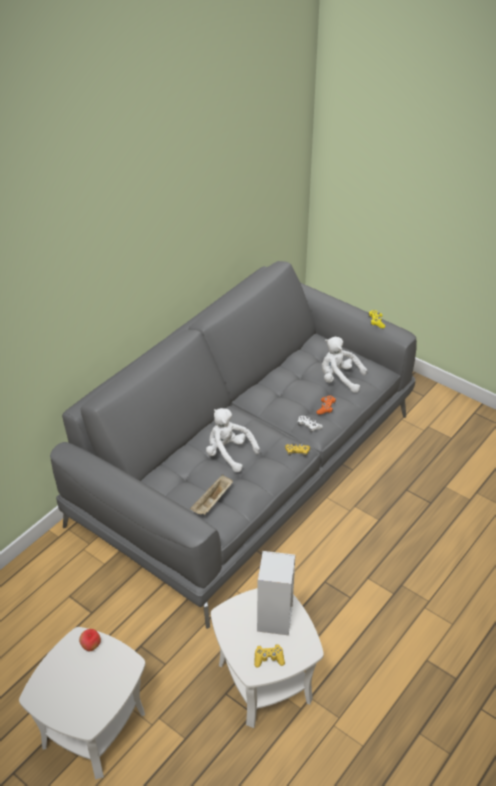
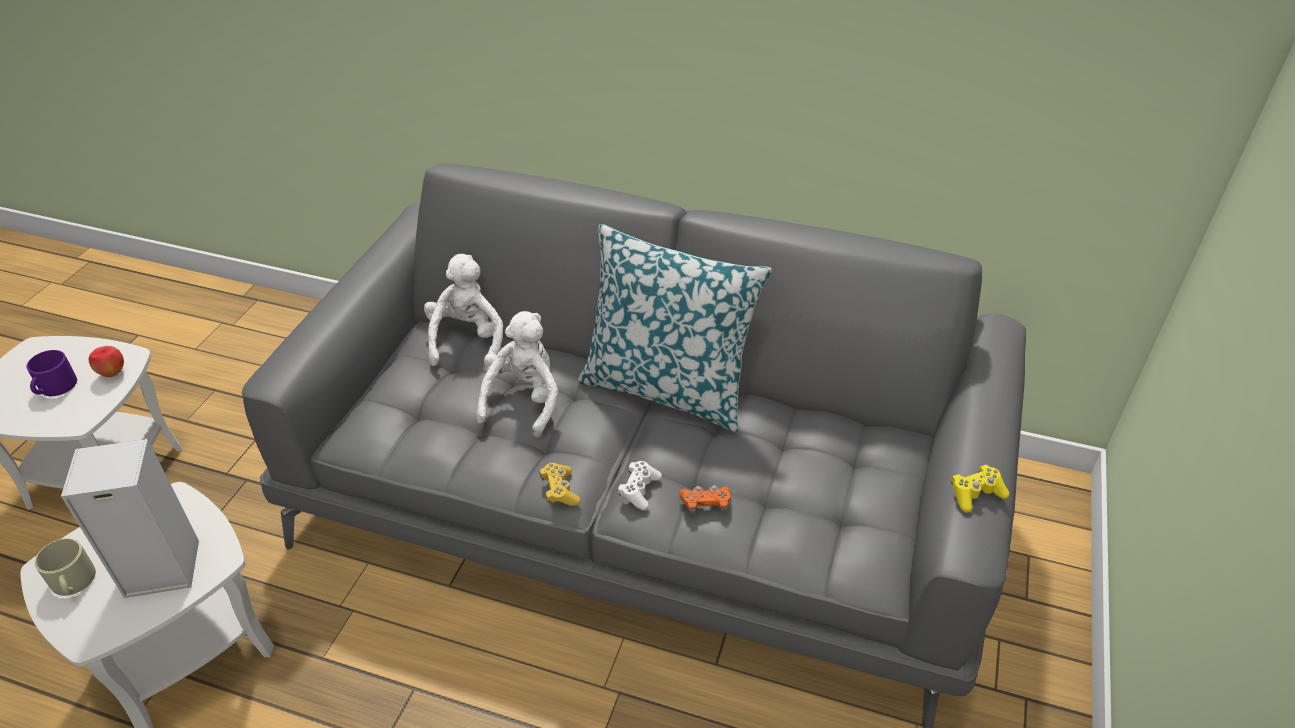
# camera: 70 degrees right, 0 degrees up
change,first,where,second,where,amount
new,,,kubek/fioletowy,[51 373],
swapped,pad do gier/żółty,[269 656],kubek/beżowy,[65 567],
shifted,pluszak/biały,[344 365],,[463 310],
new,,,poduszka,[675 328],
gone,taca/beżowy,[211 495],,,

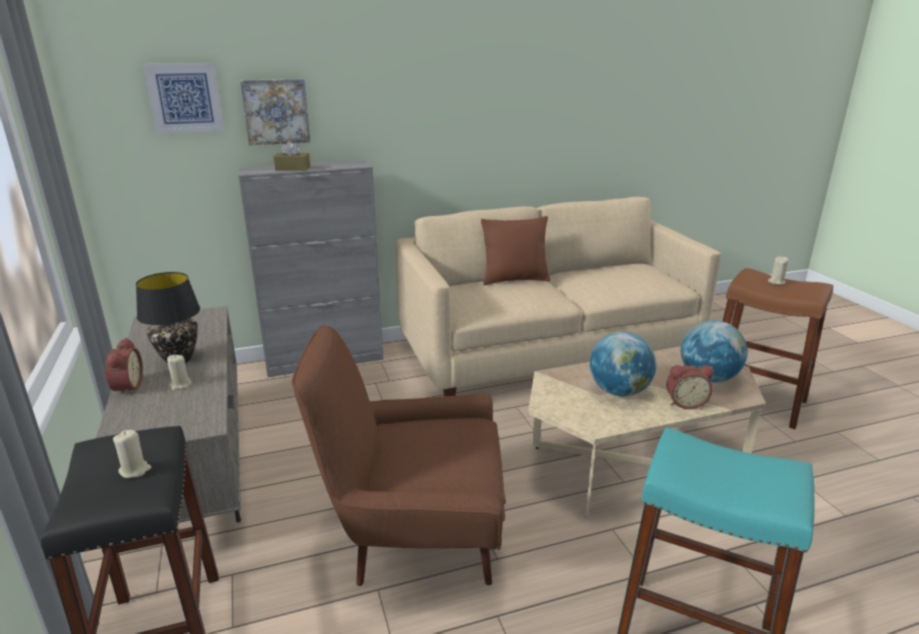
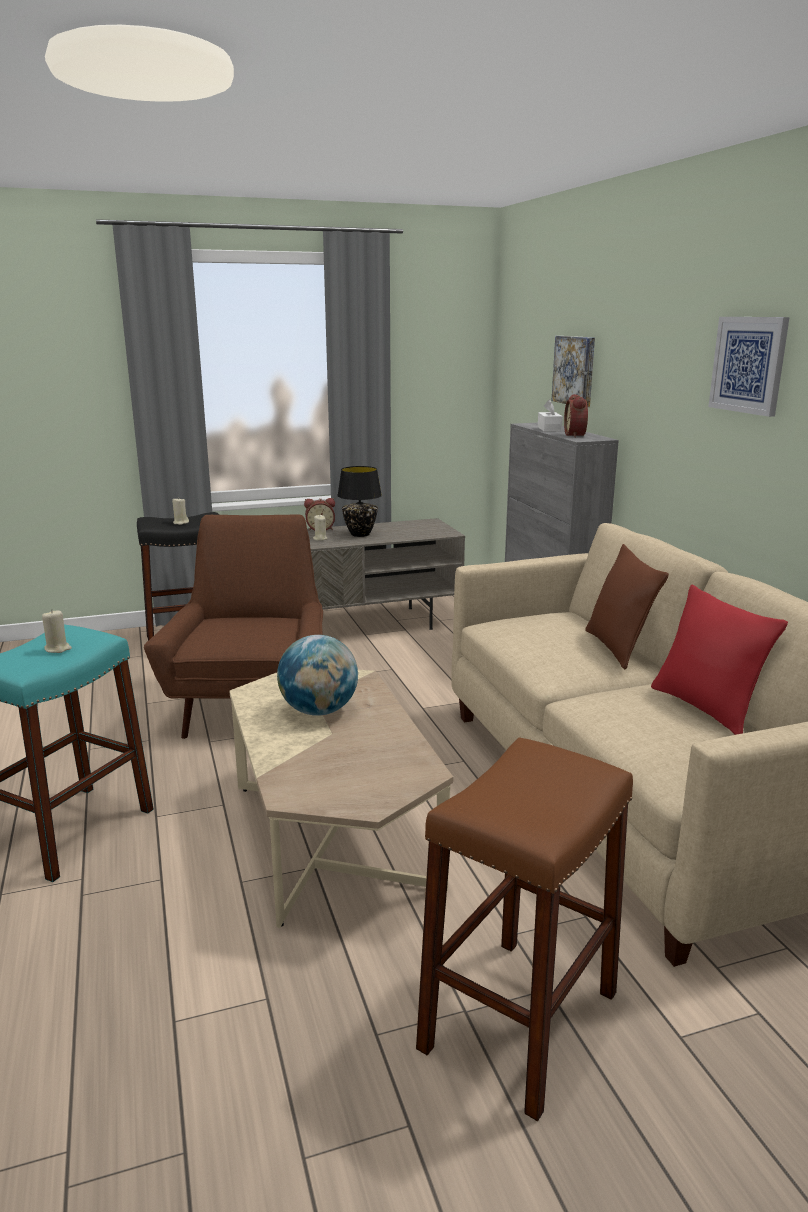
# camera: 90 degrees right, 5 degrees down
change,first,where,second,where,amount
shifted,świeca/beżowy,[778 270],,[57 631],
repainted,pudełko chusteczek/brązowy,[292 156],pudełko chusteczek/biały,[550 415],
shifted,budzik,[690 387],,[576 415],
new,,,poduszka/czerwony,[719 659],
shifted,obraz,[183 98],,[749 367],
gone,globus,[714 351],,,

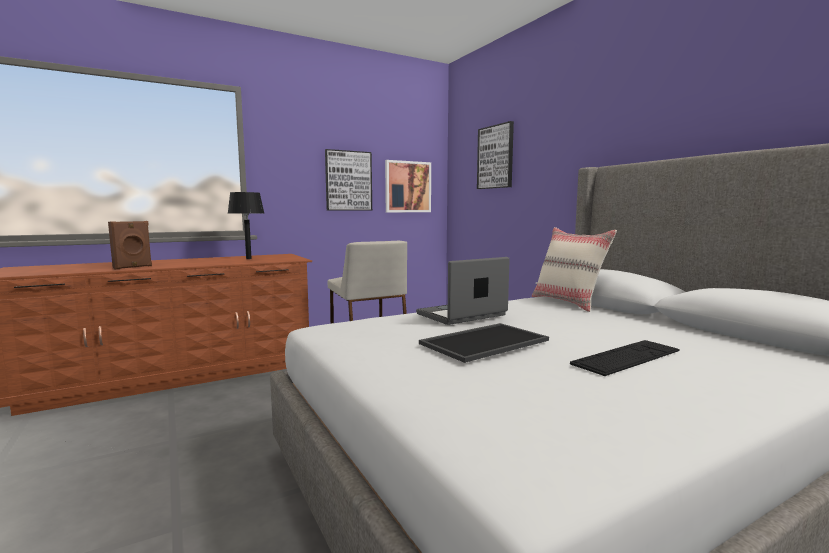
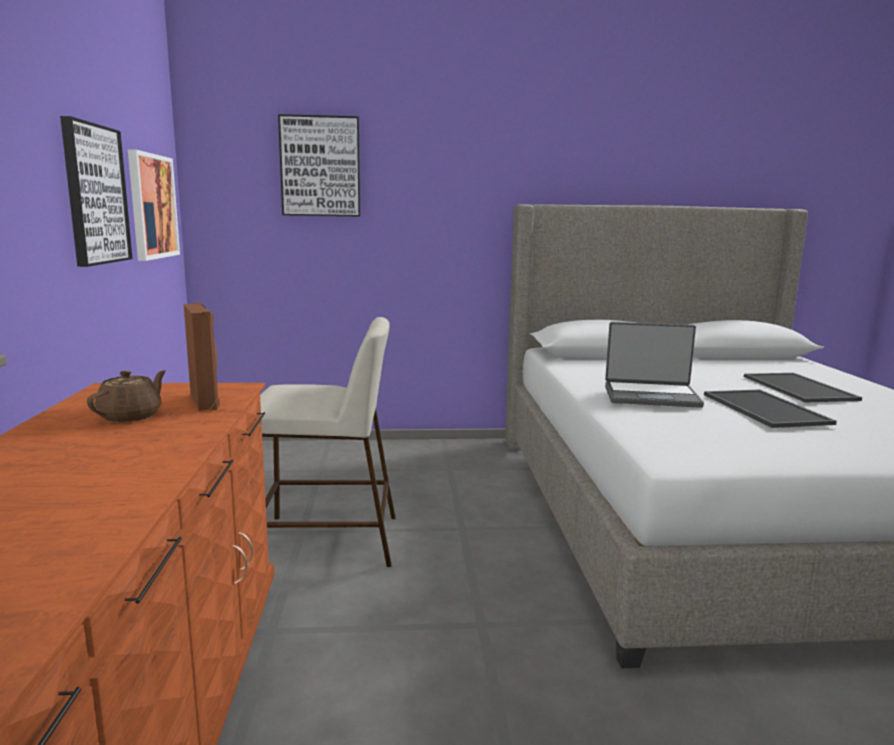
# camera: 65 degrees left, 5 degrees up
change,first,where,second,where,amount
swapped,lampa stołowa/czarny,[246 225],imbryk/brązowy,[126 396],
shifted,głośnik/brązowy,[130 245],,[202 357],
rotated,laptop,[463 291],,[654 365],75 degrees counterclockwise
swapped,klawiatura,[625 358],taca,[803 388],
gone,poduszka/beżowy,[574 269],,,

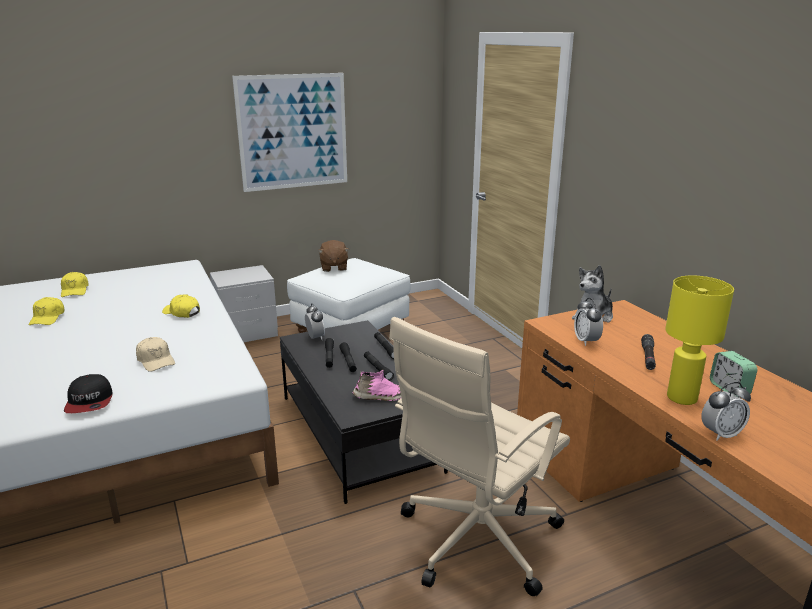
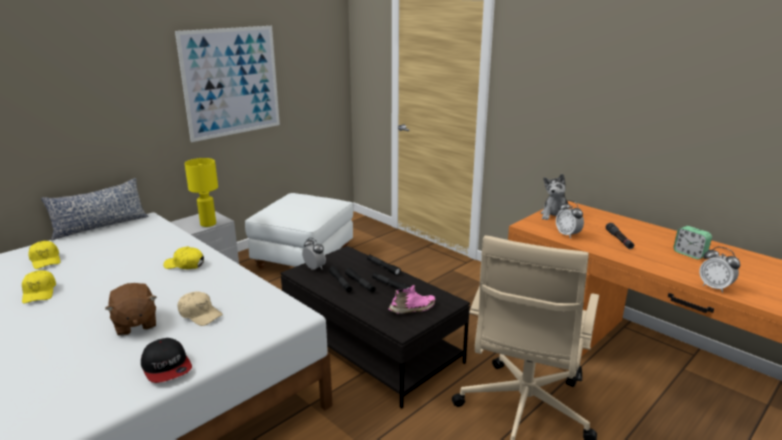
# camera: 20 degrees left, 0 degrees up
change,first,where,second,where,amount
new,,,poduszka,[94 209],
shifted,pluszak/brązowy,[333 256],,[131 309],
shifted,lampa stołowa/żółty,[699 340],,[201 192],
rotated,budzik,[726 411],,[719 270],90 degrees clockwise

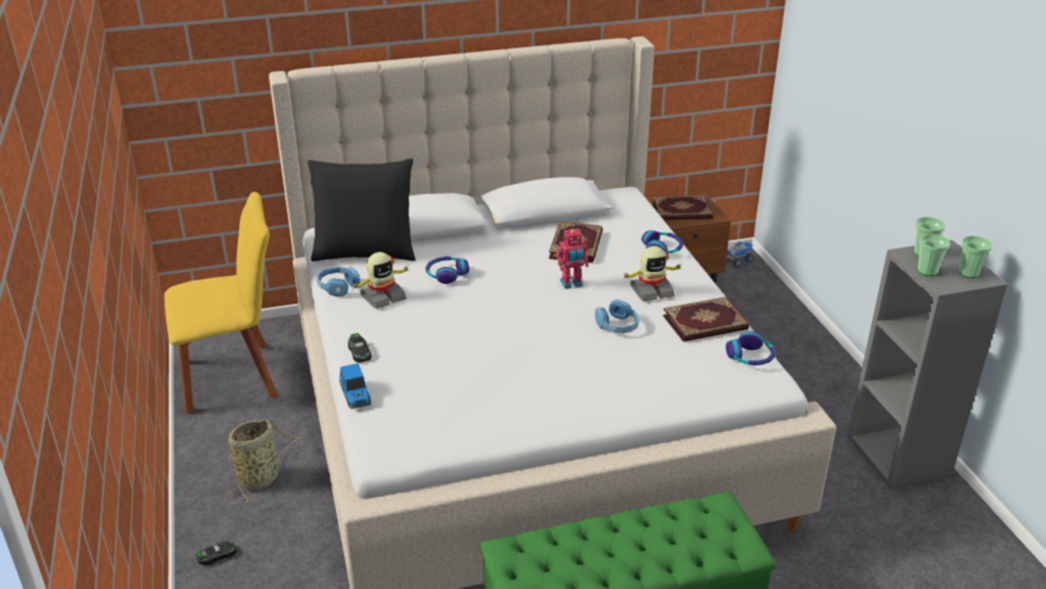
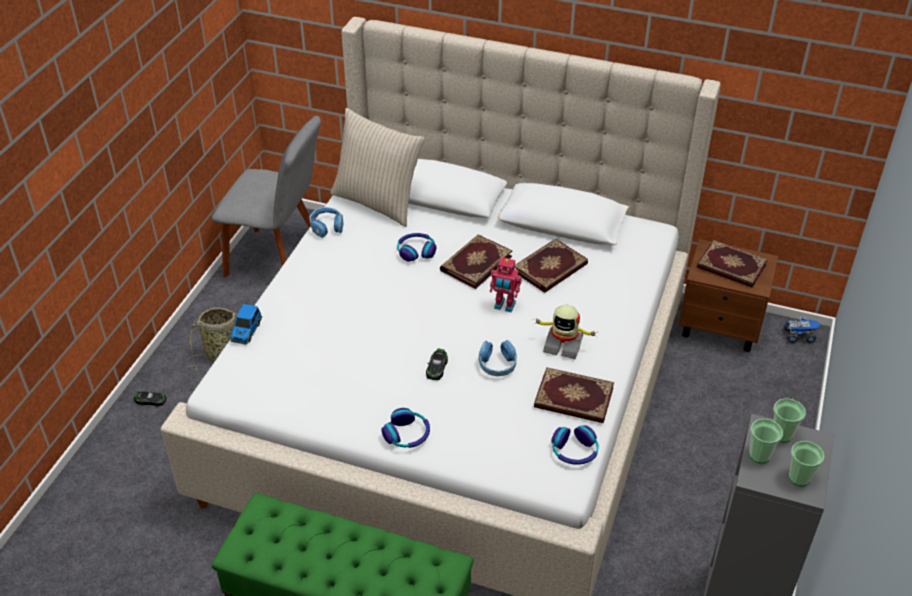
# camera: 35 degrees right, 10 degrees up
change,first,where,second,where,amount
repainted,krzesło/żółty,[221 303],krzesło/szary,[266 196],
repainted,poduszka/czarny,[361 209],poduszka/beżowy,[377 167],
shifted,słuchawki,[662 242],,[405 428],
shifted,samochodzik,[360 348],,[437 364],
new,,,książka,[476 261],
gone,robot zabawkowy,[380 280],,,

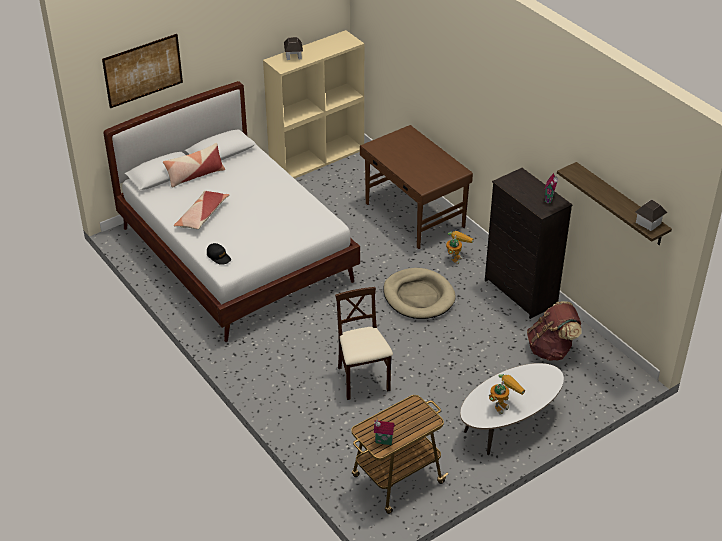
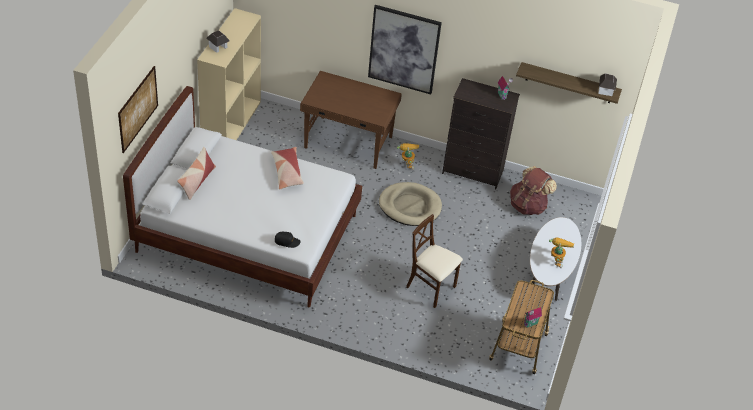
# camera: 40 degrees left, 5 degrees up
change,first,where,second,where,amount
shifted,poduszka,[202 210],,[287 168],
new,,,obraz,[405 49],

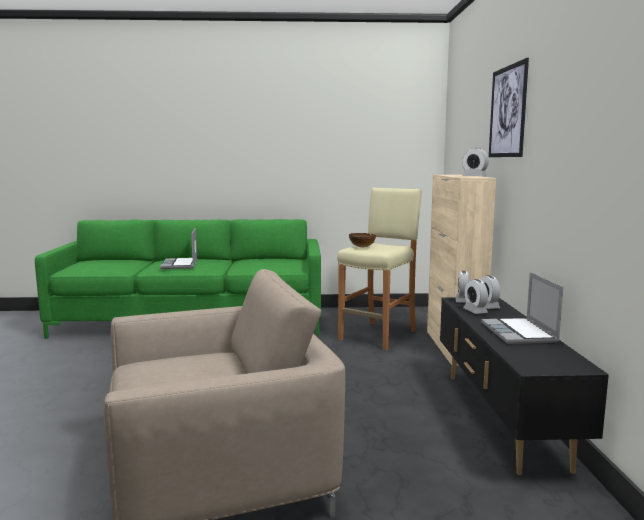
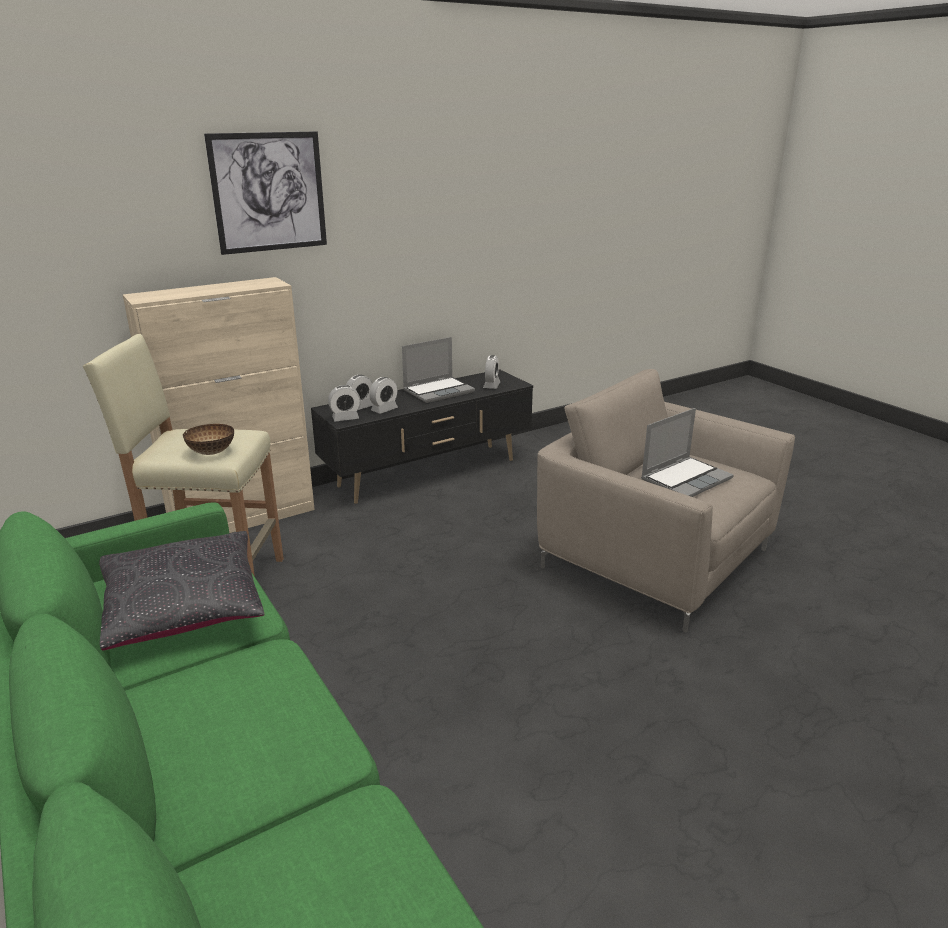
# camera: 120 degrees left, 15 degrees up
change,first,where,second,where,amount
new,,,poduszka/czarny,[182 591],
shifted,budzik,[475 162],,[491 372],
shifted,laptop,[178 248],,[687 452],

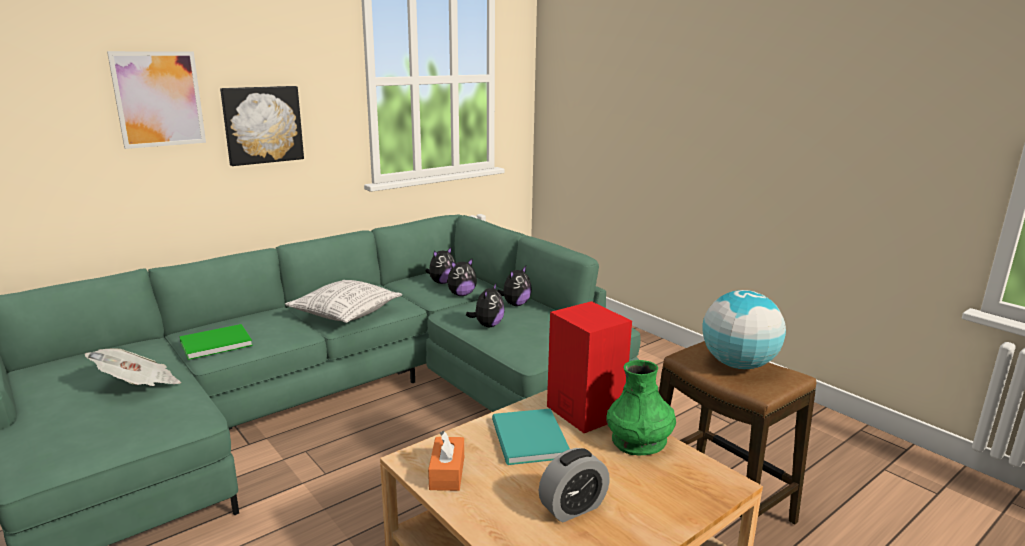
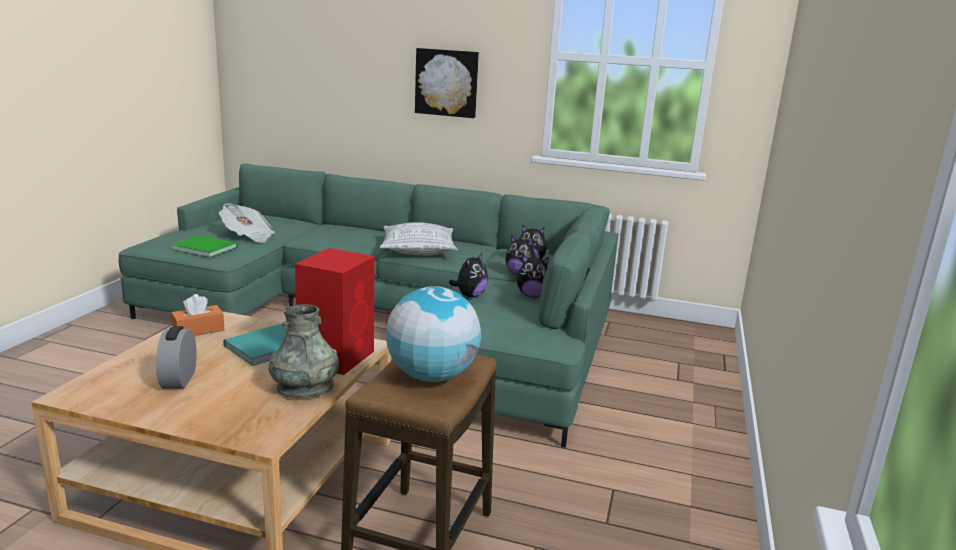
# camera: 55 degrees right, 0 degrees up
change,first,where,second,where,amount
rotated,budzik,[574 485],,[176 357],60 degrees clockwise
shifted,książka/zielony,[216 342],,[204 246],
repainted,wazon/zielony,[641 407],wazon/szary,[304 351],
rotated,pluszak,[485 304],,[468 274],45 degrees counterclockwise
gone,obraz,[156 100],,,

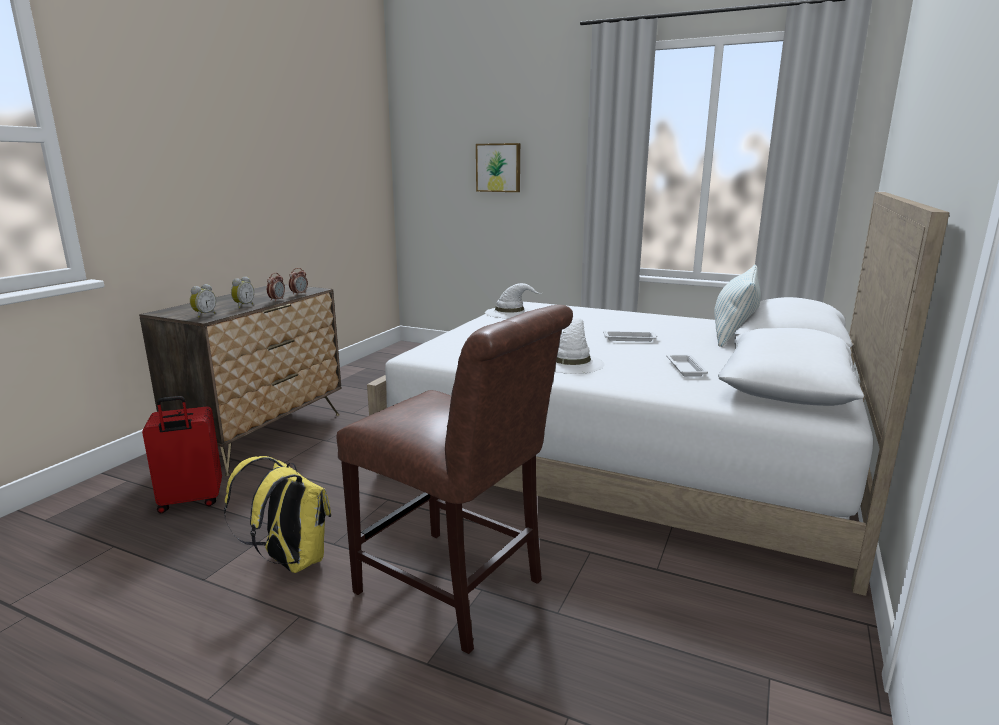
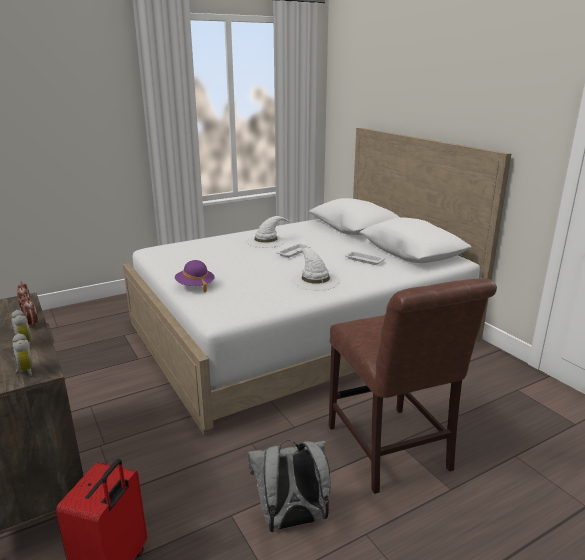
# camera: 55 degrees left, 5 degrees up
change,first,where,second,where,amount
new,,,kapelusz/fioletowy,[195 276],
shifted,kapelusz/biały,[513 300],,[268 232],
repainted,plecak/żółty,[277 514],plecak/szary,[288 486],
rotated,krzesło/brązowy,[454 479],,[413 386],90 degrees clockwise
gone,obraz,[498 167],,,
gone,poduszka,[737 306],,,

